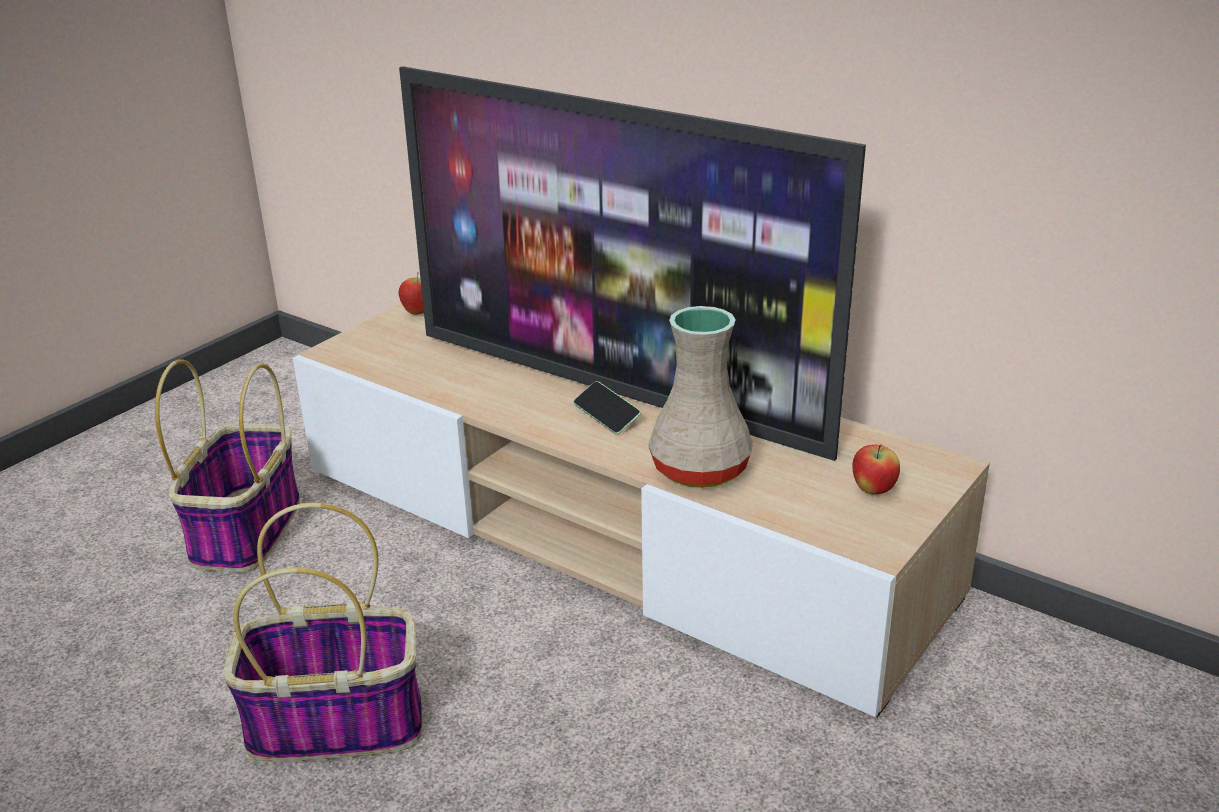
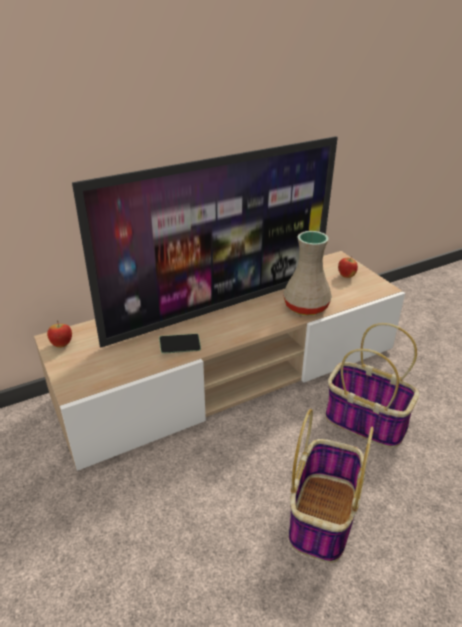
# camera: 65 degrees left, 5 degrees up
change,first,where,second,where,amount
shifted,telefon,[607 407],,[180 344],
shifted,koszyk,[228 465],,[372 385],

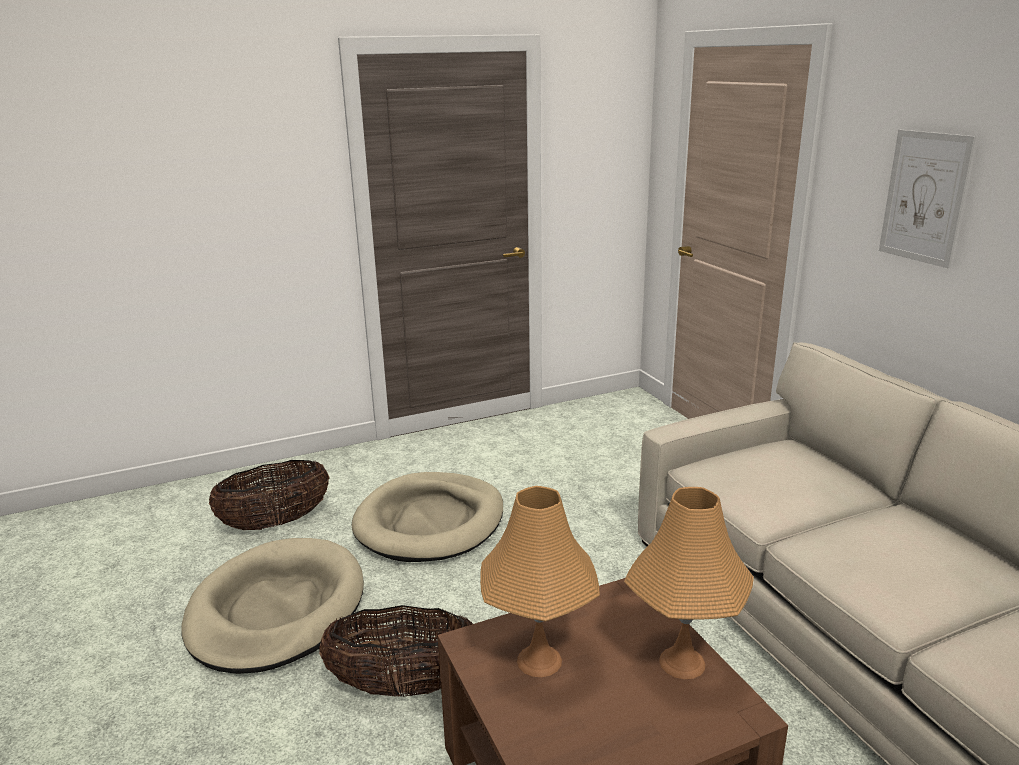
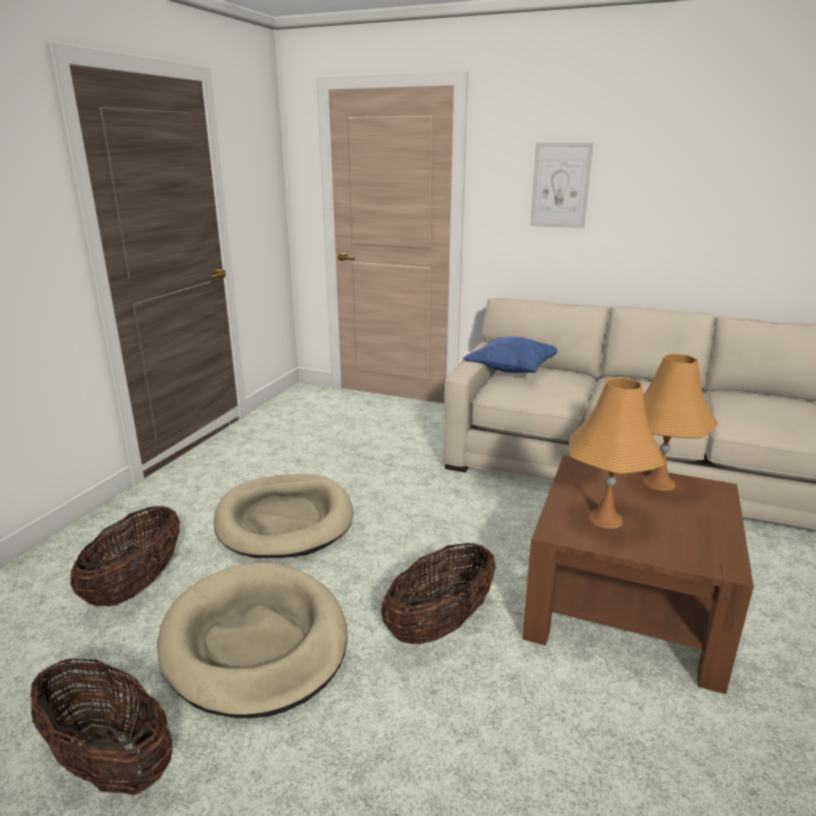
# camera: 45 degrees left, 0 degrees up
change,first,where,second,where,amount
new,,,koszyk,[101 726],
new,,,poduszka/niebieski,[510 354],

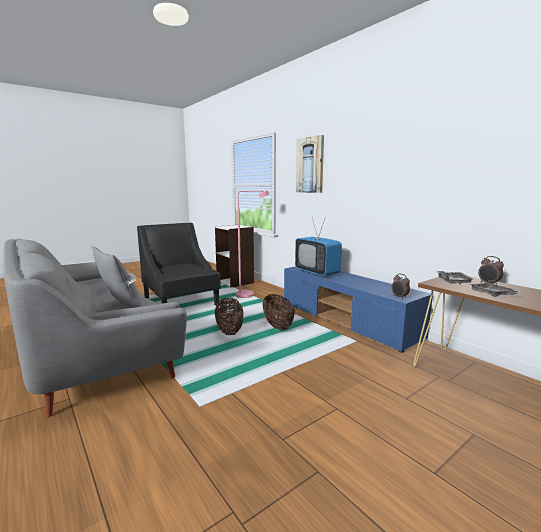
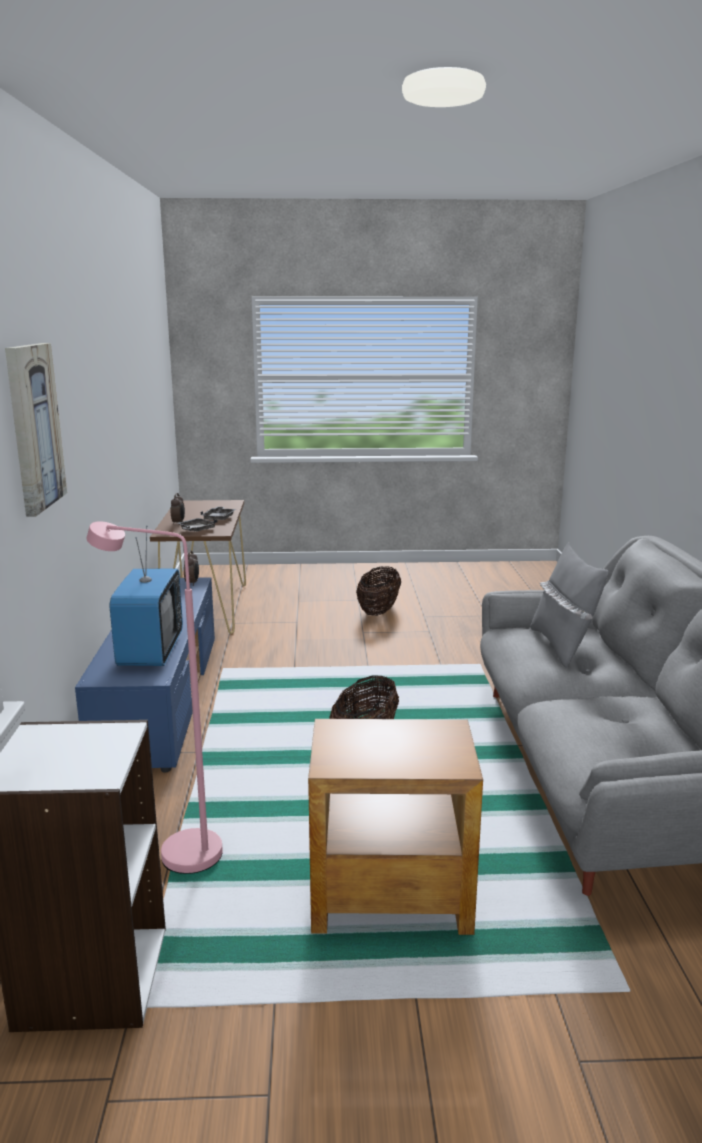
# camera: 145 degrees left, 5 degrees up
change,first,where,second,where,amount
swapped,fotel/czarny,[179 264],stolik/brązowy,[395 827],
shifted,koszyk,[278 312],,[378 591],

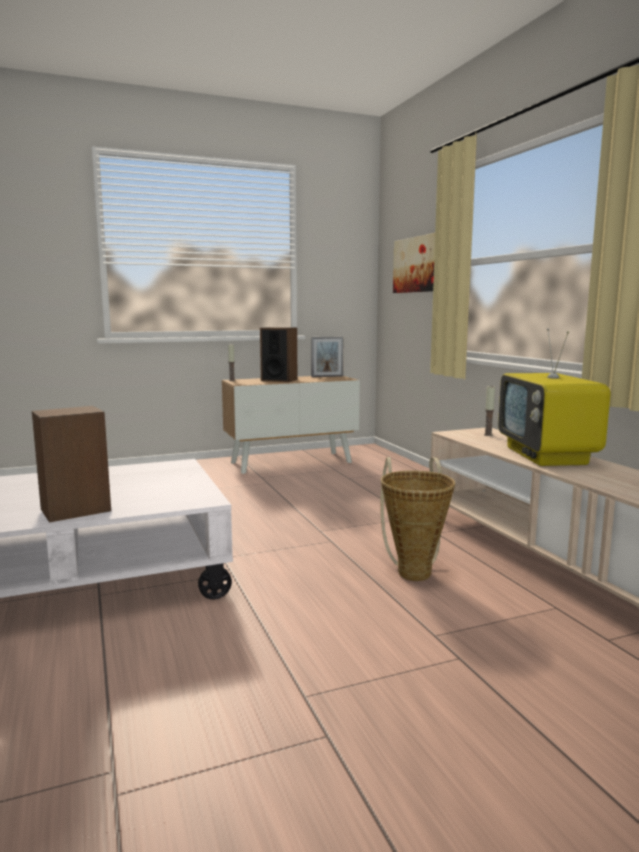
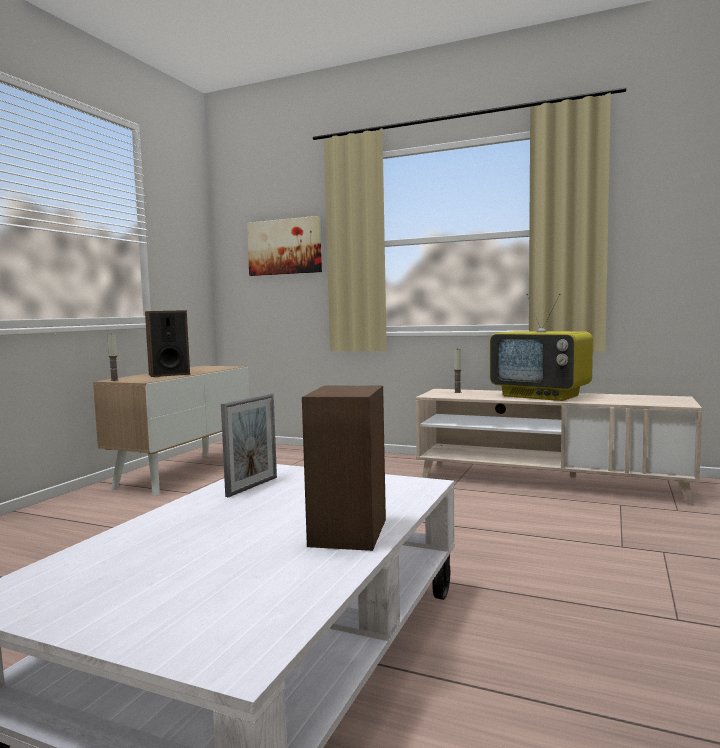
# camera: 45 degrees left, 5 degrees down
change,first,where,second,where,amount
shifted,ramka na zdjęcie,[327 357],,[249 445],
gone,koszyk,[417 519],,,

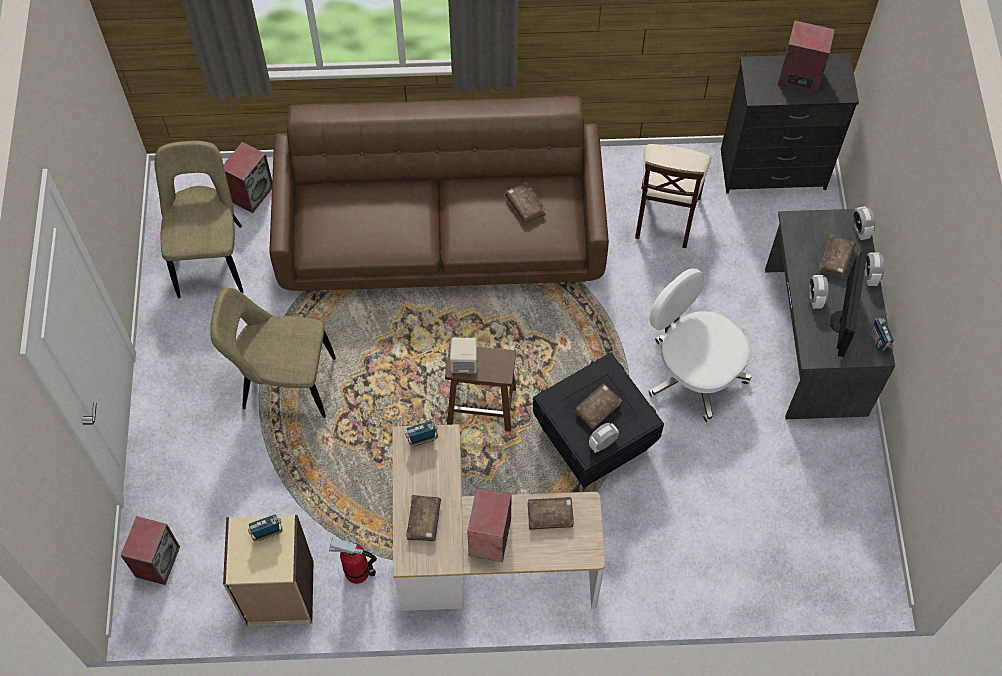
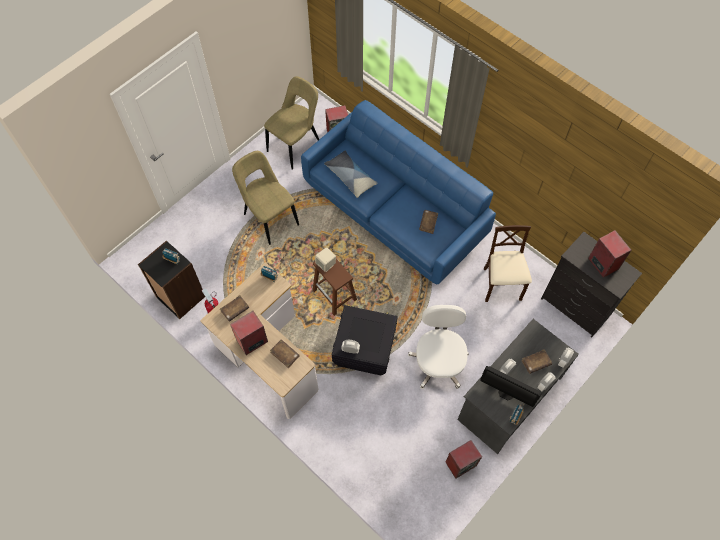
# camera: 45 degrees right, 0 degrees up
change,first,where,second,where,amount
repainted,regał/beżowy,[268 570],regał/czarny,[171 279],
repainted,kanapa/brązowy,[439 194],kanapa/niebieski,[398 192],
new,,,poduszka,[351 174],
shifted,głośnik,[150 550],,[463 459],
rotated,monitor,[848 304],,[510 386],60 degrees clockwise
rotated,krzesło/beżowy,[673 196],,[508 263],120 degrees clockwise
gone,książka/brązowy,[598 407],,,

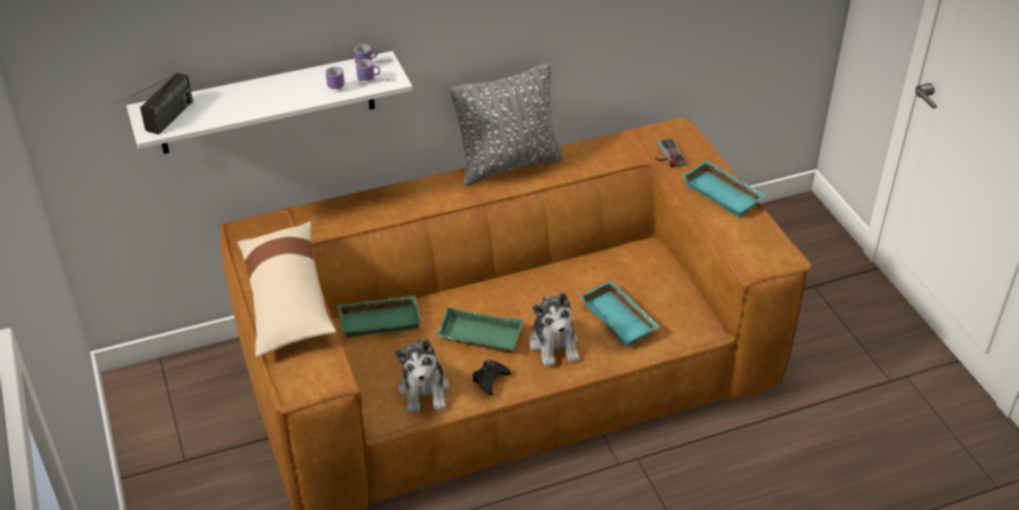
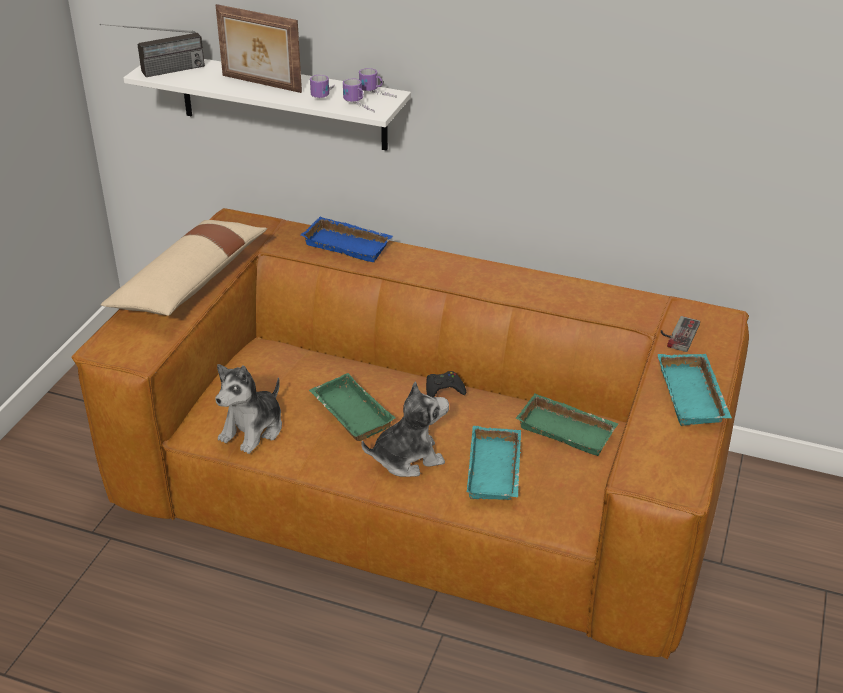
# camera: 40 degrees right, 5 degrees down
change,first,where,second,where,amount
new,,,ramka na zdjęcie,[259 48],
new,,,taca/niebieski,[347 239],
rotated,pluszak,[554 329],,[405 429],135 degrees counterclockwise
shifted,pad do gier/czarny,[492 377],,[446 384],
shifted,taca/zielony,[379 316],,[567 424],
gone,poduszka/szary,[506 124],,,

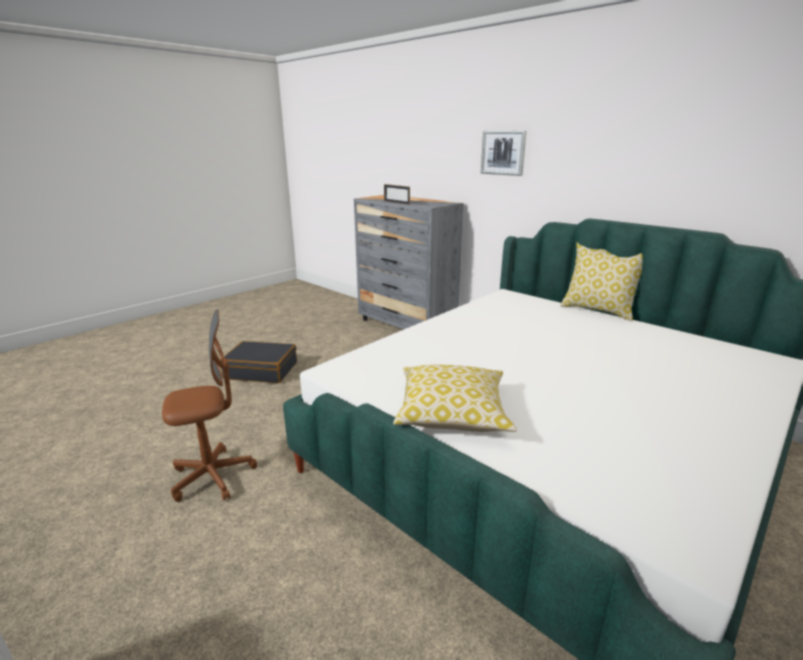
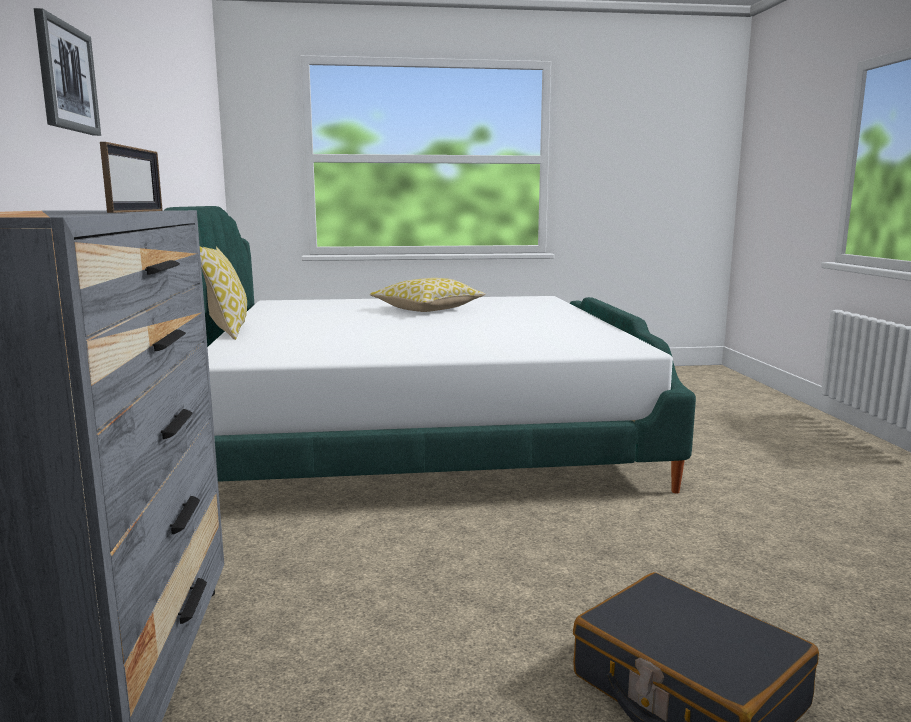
# camera: 140 degrees left, 10 degrees down
change,first,where,second,where,amount
shifted,poduszka,[455 398],,[428 295],
gone,krzesło biurowe/brązowy,[209 405],,,

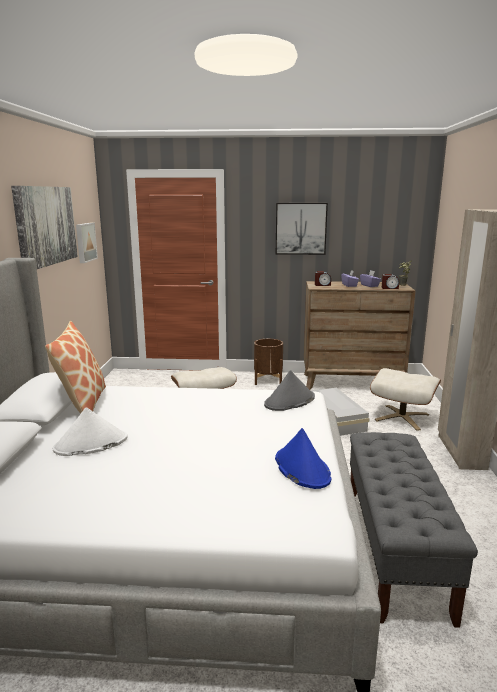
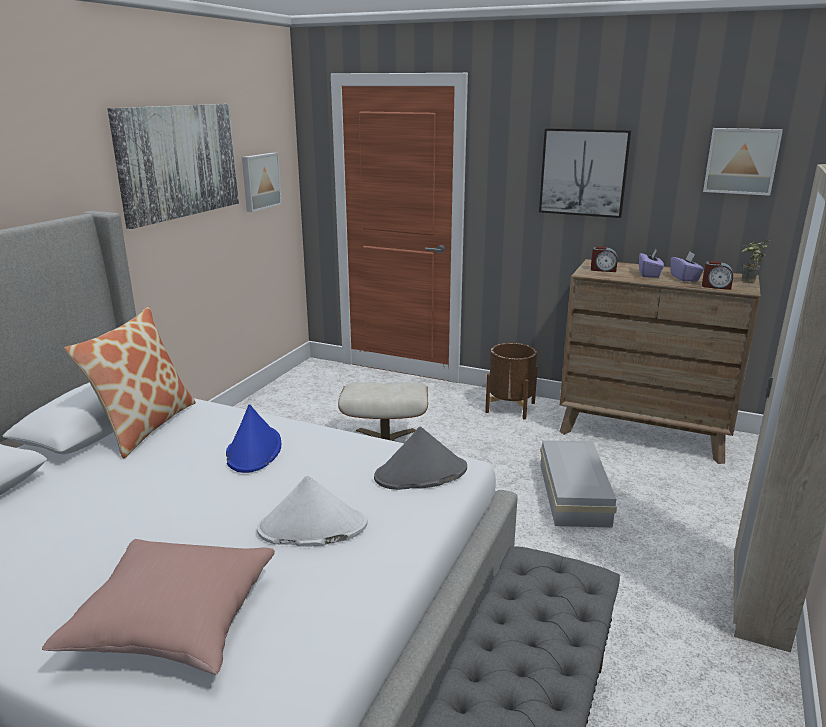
# camera: 20 degrees right, 5 degrees up
change,first,where,second,where,amount
new,,,poduszka/różowy,[158 607],
shifted,kapelusz/niebieski,[303 458],,[253 438],
shifted,kapelusz/biały,[90 432],,[312 511],
new,,,obraz,[743 162],
gone,pufa/beżowy,[405 399],,,

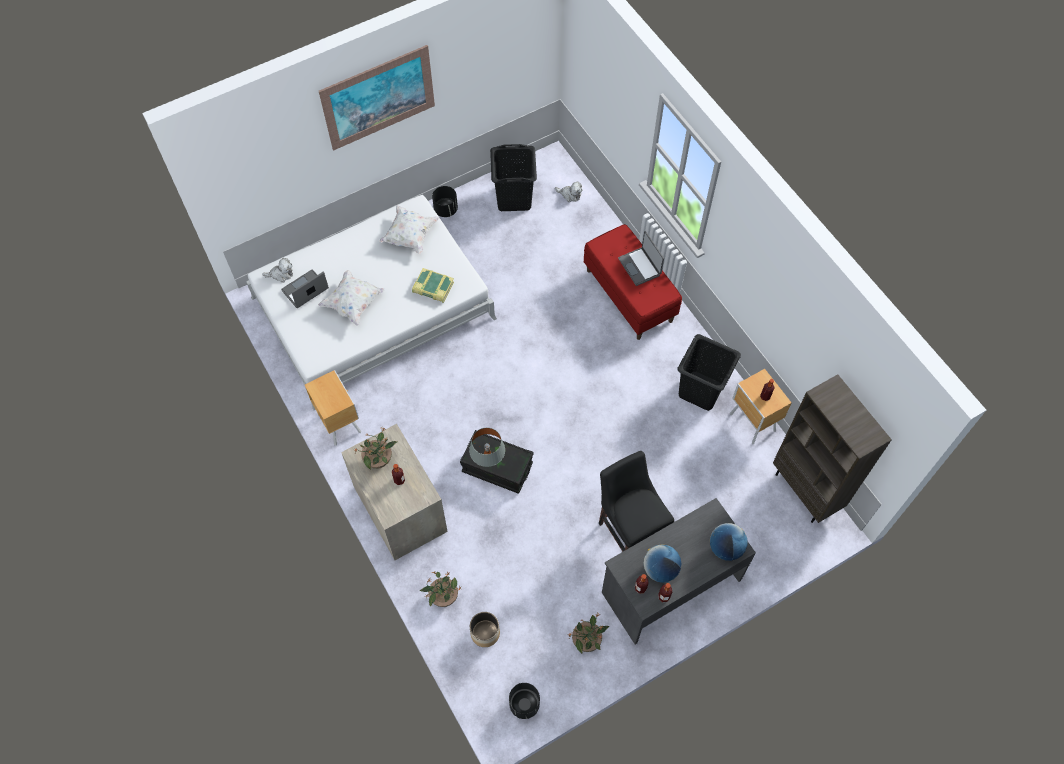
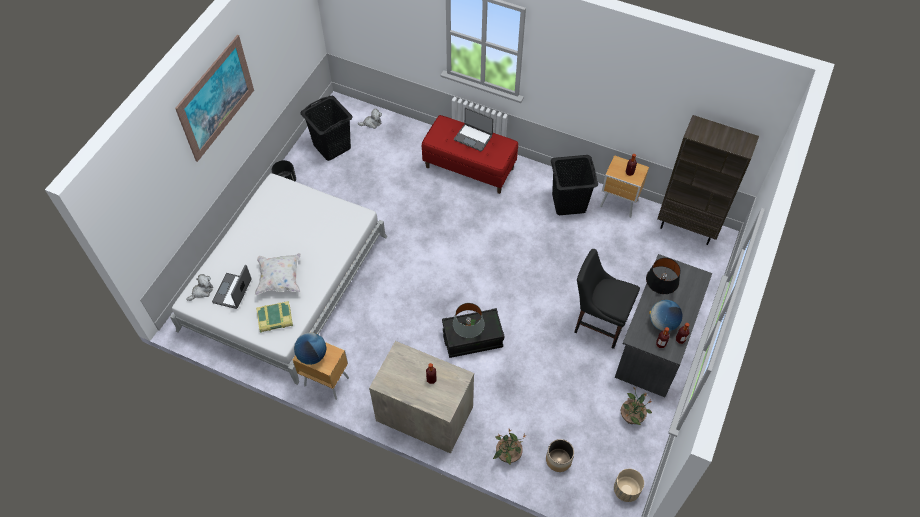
# camera: 35 degrees left, 5 degrees down
change,first,where,second,where,amount
shifted,książka,[433 285],,[274 317],
shifted,globus,[729 542],,[310 348],
repainted,donica/czarny,[524 701],donica/beżowy,[629 485],
new,,,lampa stołowa/czarny,[663 276],
gone,roślina doniczkowa,[375 448],,,
gone,poduszka/biały,[409 229],,,

